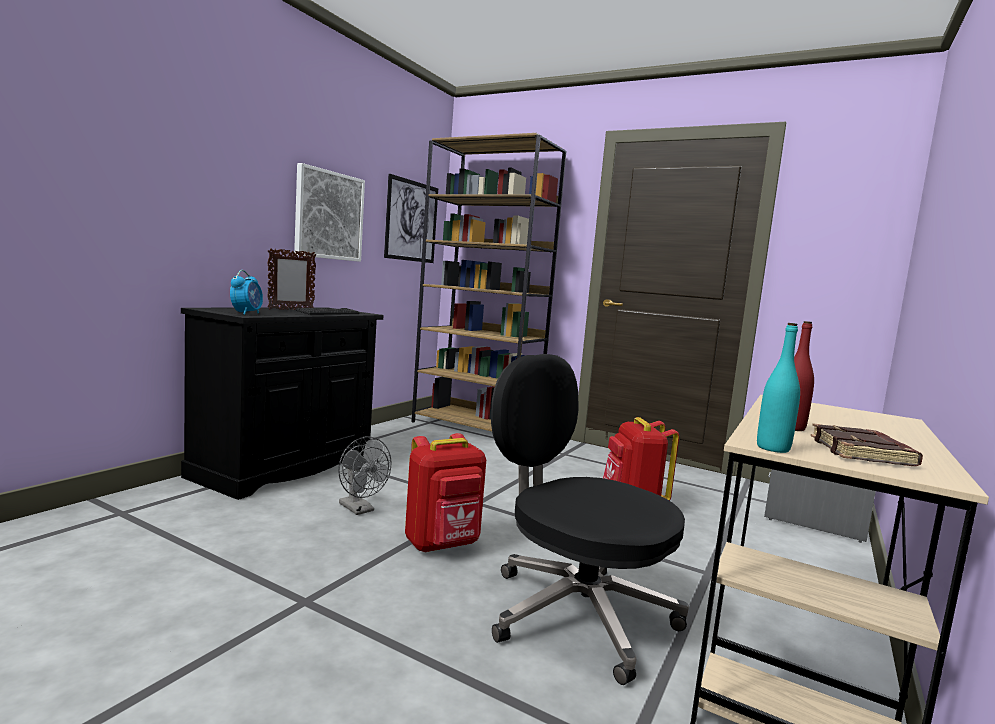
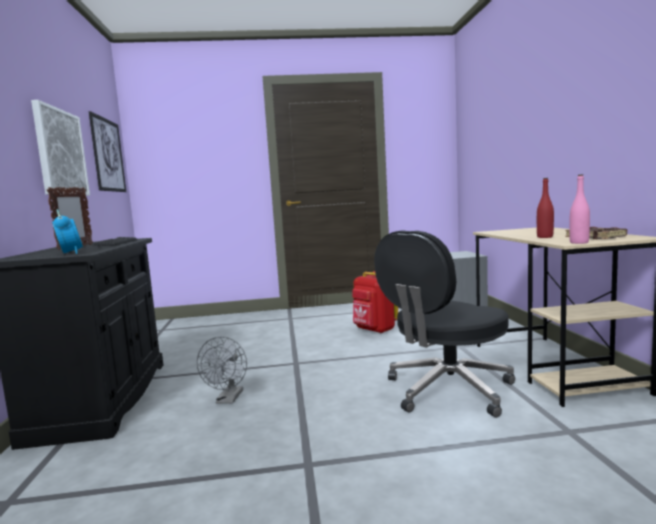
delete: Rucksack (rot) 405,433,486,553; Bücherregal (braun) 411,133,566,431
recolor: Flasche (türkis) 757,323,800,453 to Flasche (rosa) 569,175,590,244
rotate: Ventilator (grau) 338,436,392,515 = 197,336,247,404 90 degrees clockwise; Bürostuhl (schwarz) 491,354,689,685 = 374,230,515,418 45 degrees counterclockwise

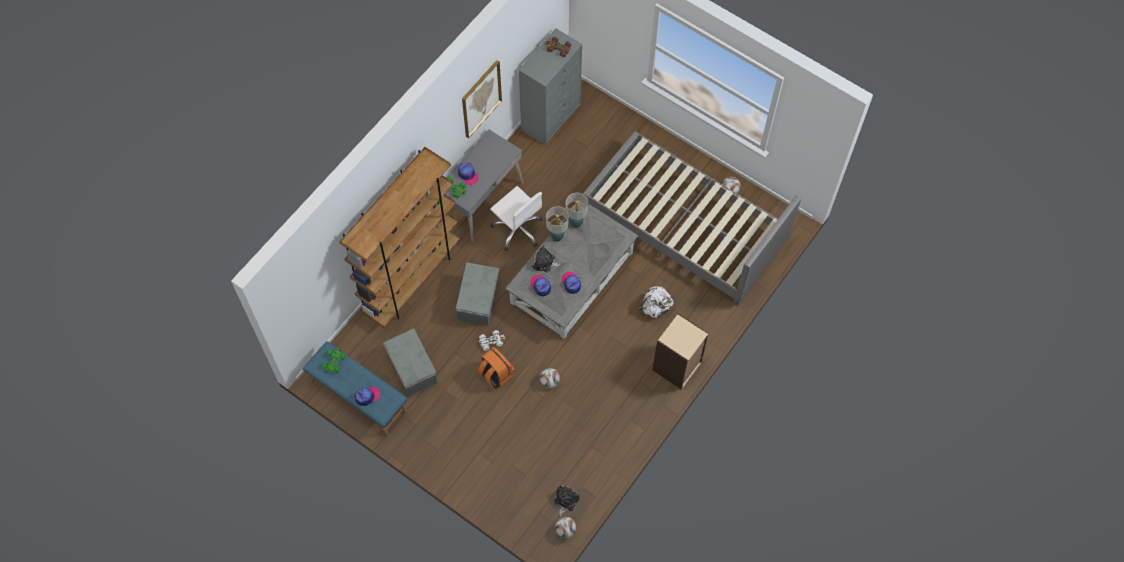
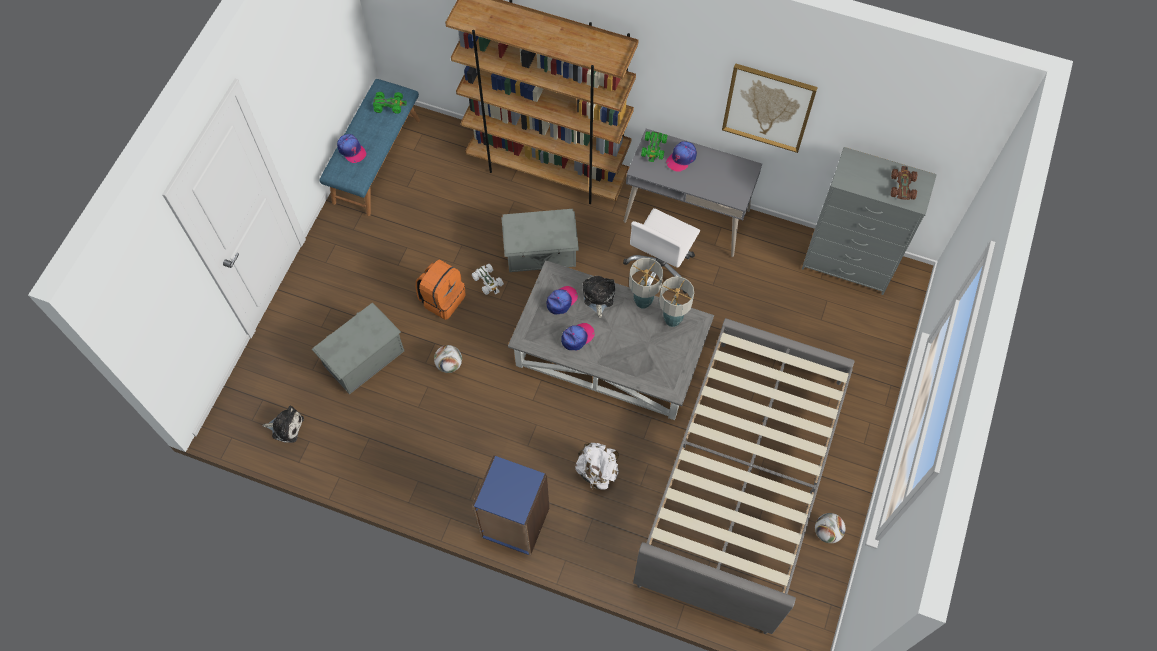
delete: Fußball 555,517,576,538
move: Aufbewahrungsbox (grau) 383,328,437,397 to 312,303,404,395
recolor: Bücherregal (beige) 652,313,709,390 to Bücherregal (blau) 472,455,549,556

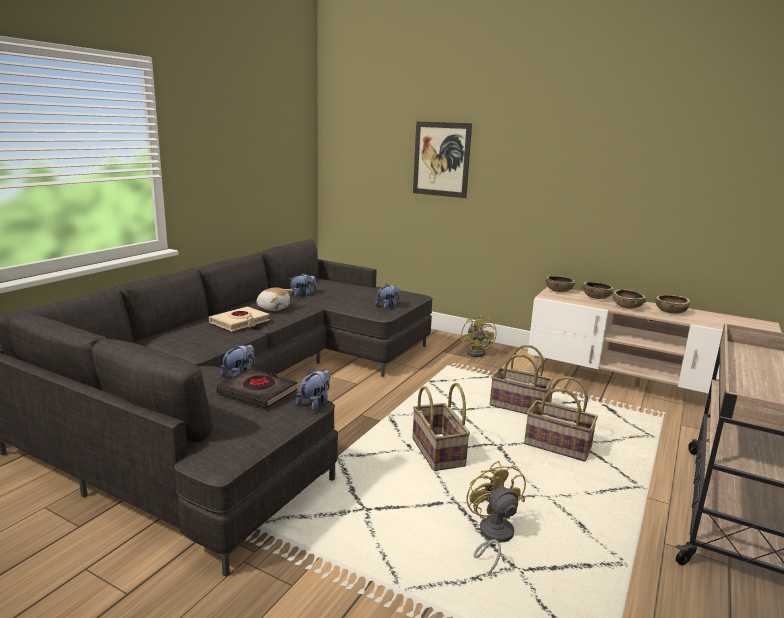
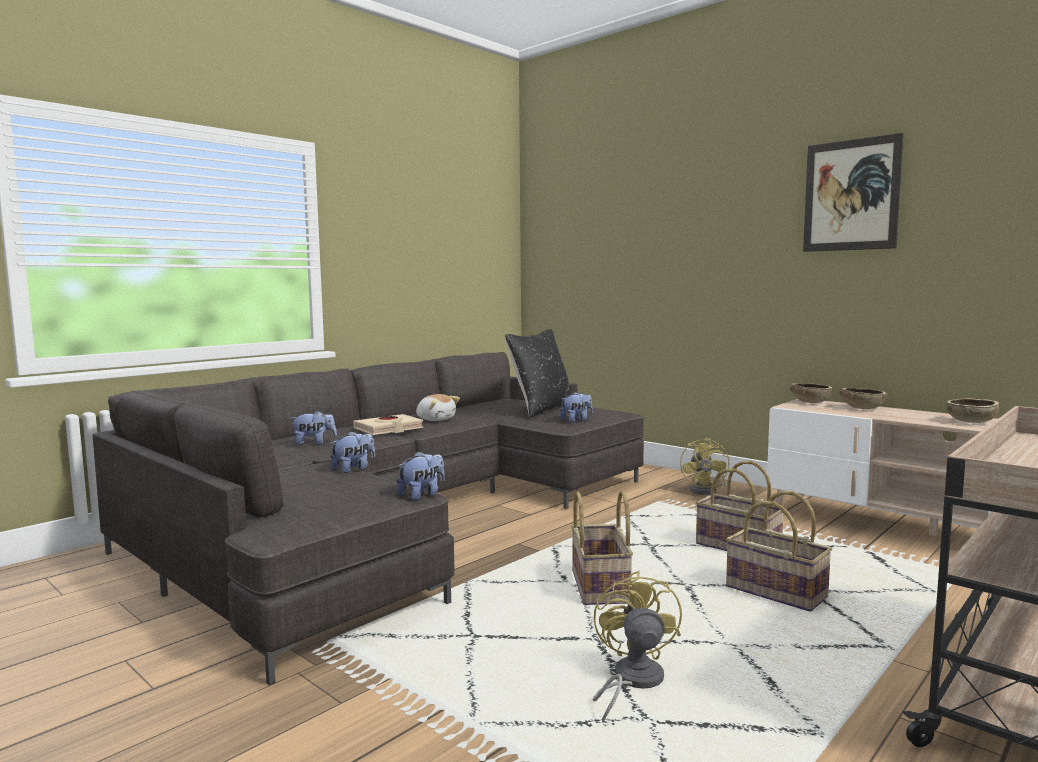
delete: Buch (schwarz) 216,369,298,409; Schüssel (braun) 612,289,647,309
insert: Kissen (schwarz) 505,329,572,417
move: Plüschtier 289,273,317,297 to 290,411,337,445; Bild 413,121,472,198 to 803,133,904,252

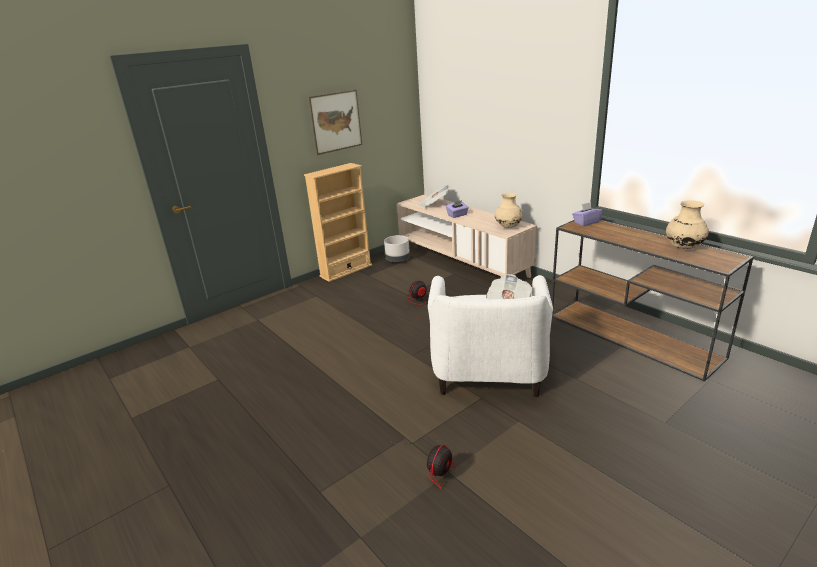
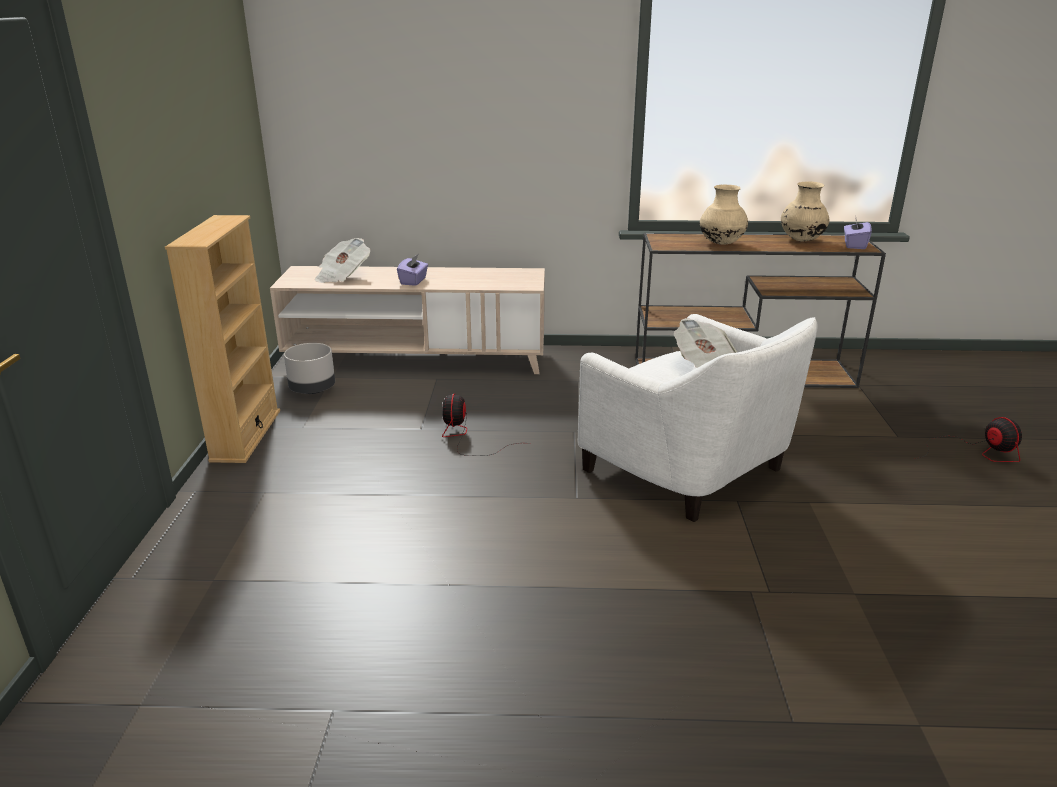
delete: Bild 308,89,362,155
move: Ventilator 392,438,456,489 to 915,417,1022,462; Vase (beige) 495,193,523,228 to 700,185,748,245; Taschentuchbox (lila) 572,202,603,226 to 844,220,872,249

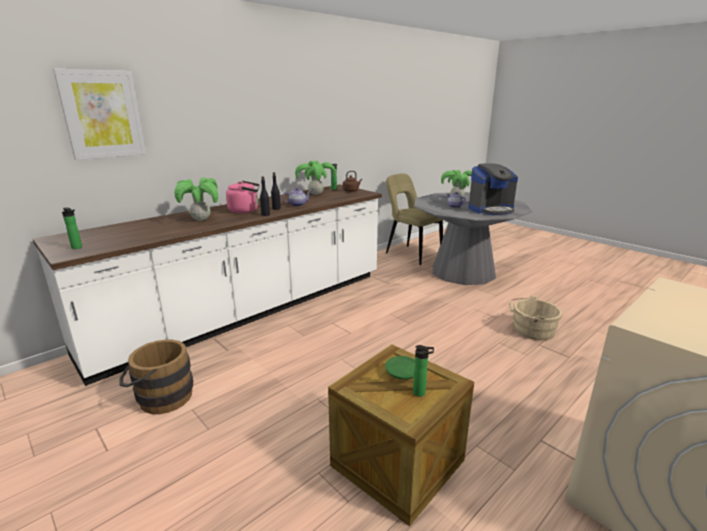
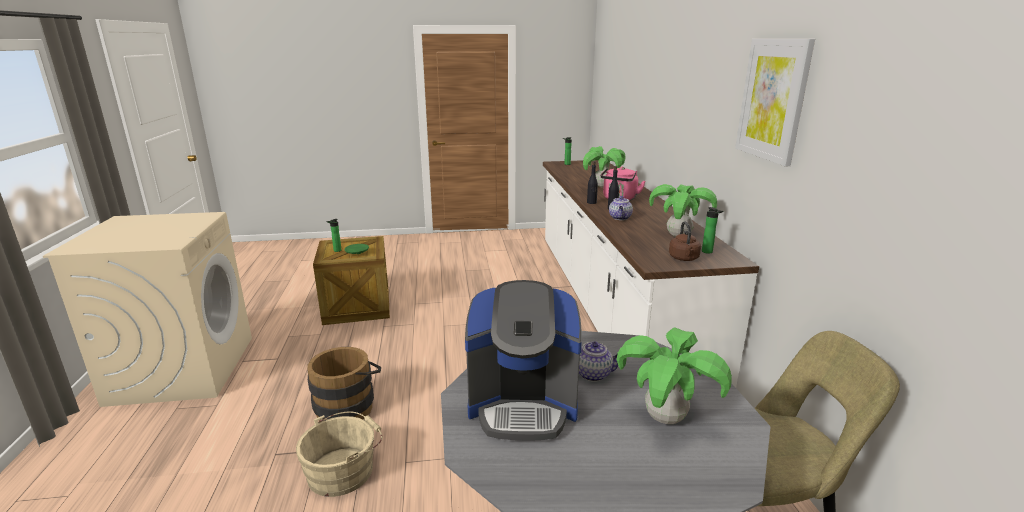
move: Bild 53,68,146,160 to 735,39,815,166; Eimer (braun) 119,340,193,414 to 307,347,381,420
rotate: Kaffeemaschine 468,163,518,215 = 465,280,582,440 105 degrees counterclockwise

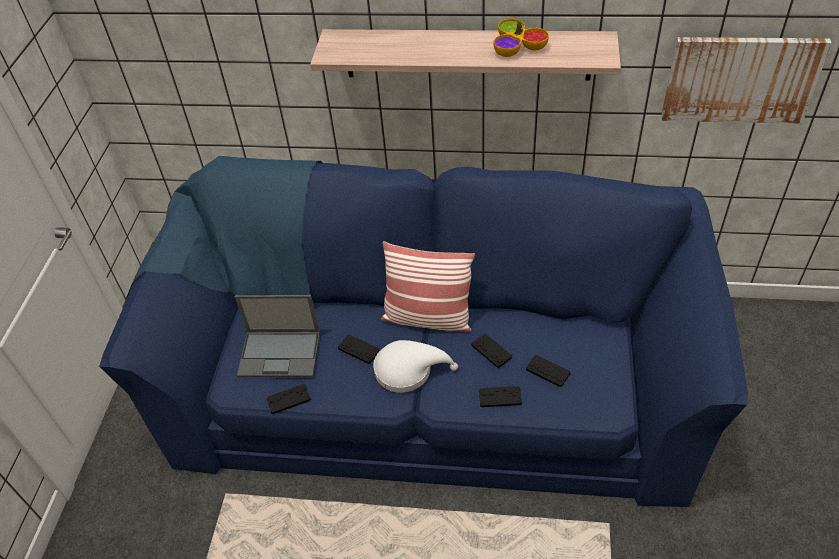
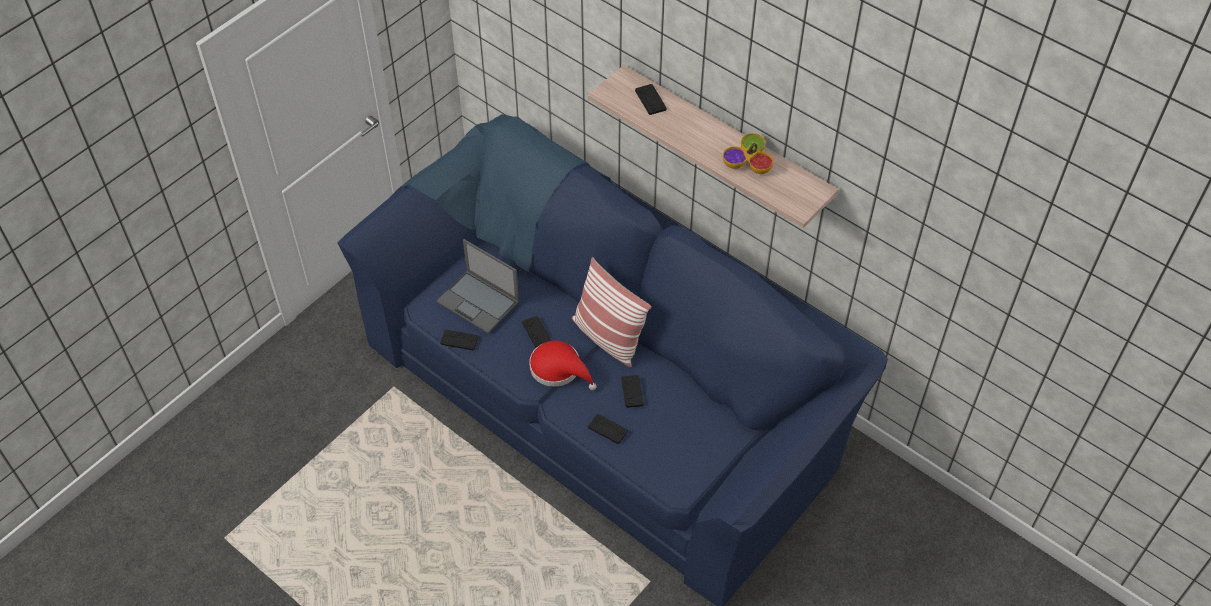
delete: Bild 661,37,831,124
move: Gamepad (schwarz) 526,355,570,387 to 635,84,667,115
recolor: Hut (weiß) 373,340,458,393 to Hut (rot) 529,341,596,390

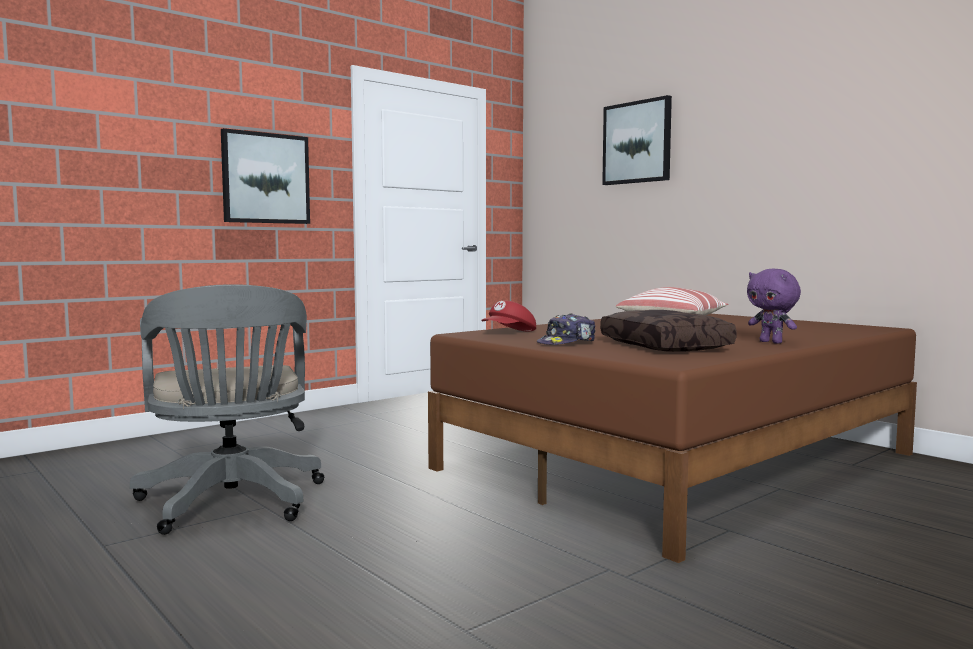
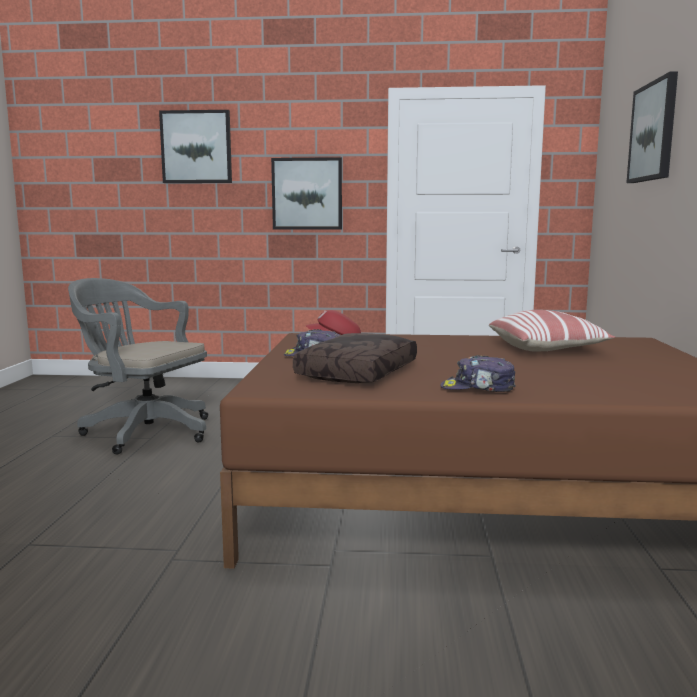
insert: Bild 159,110,232,183
replace: Plüschtier (lila) 747,269,801,344 to Kappe 440,355,516,392
rotate: Bürostuhl (grau) 130,284,324,535 = 68,278,208,455 90 degrees clockwise

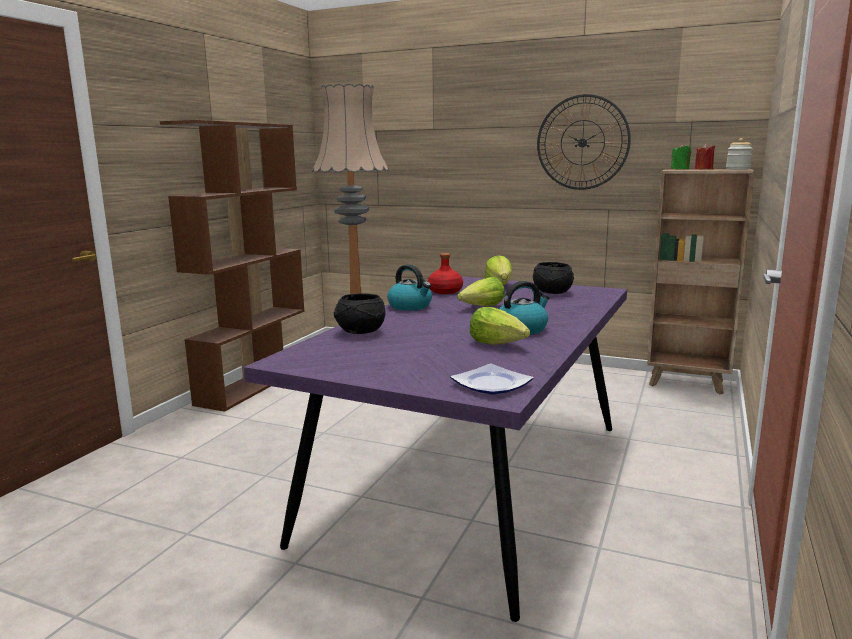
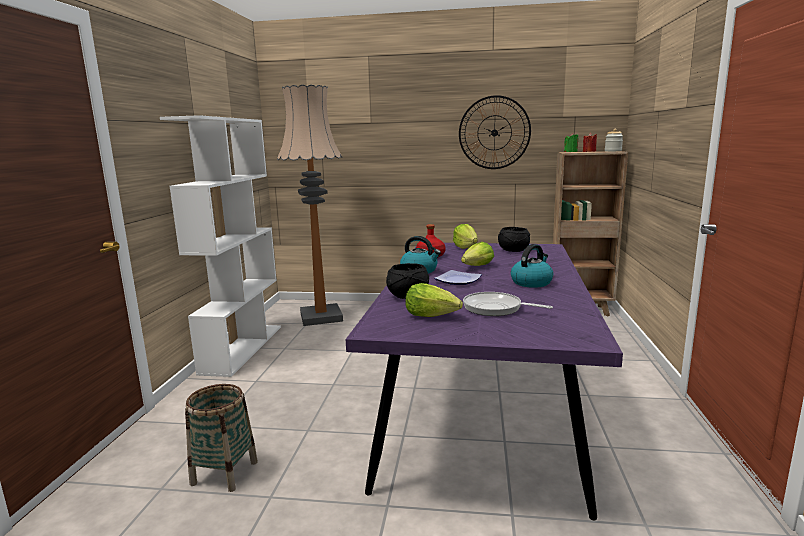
insert: Korb 185,384,258,492; Pfanne 463,292,553,316
move: Teller 450,364,534,394 to 434,270,482,285; Salatkopf 470,307,530,345 to 406,283,463,317
recolor: Bücherregal (braun) 160,120,304,412 to Bücherregal (weiß) 160,115,281,377

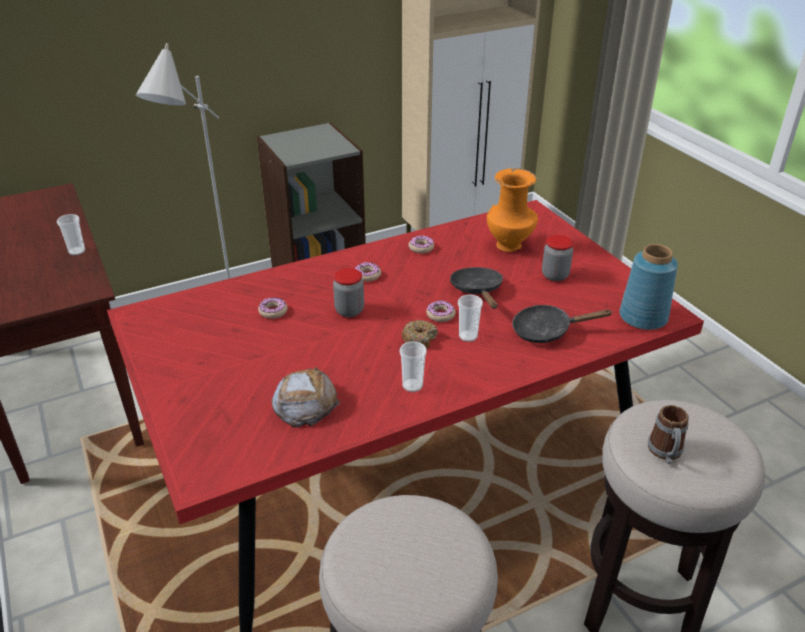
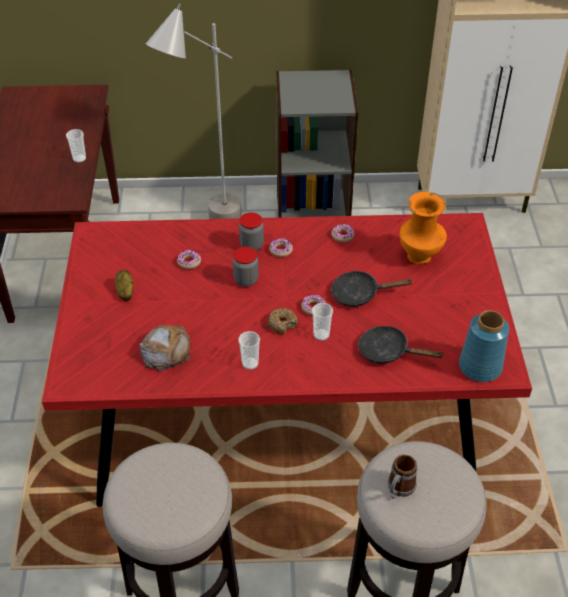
insert: Kartoffel 115,270,133,301
move: Vorratsglas 542,235,573,281 to 239,213,264,251
rotate: Pfanne (schwarz) 450,267,503,309 = 331,271,413,307 105 degrees counterclockwise

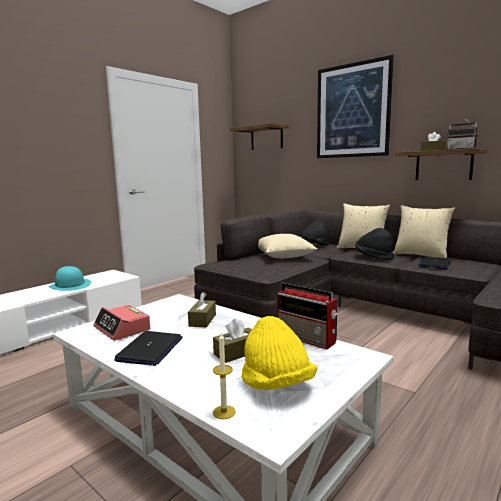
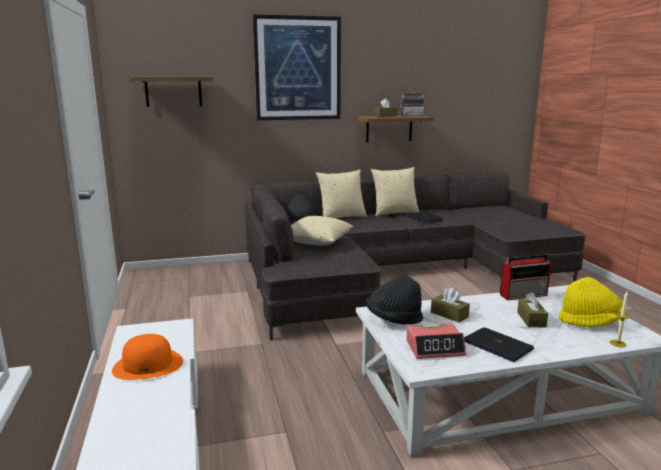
move: Hut (schwarz) 355,228,394,260 to 366,275,423,324
recolor: Hut (türkis) 48,266,91,291 to Hut (orange) 112,334,183,380

